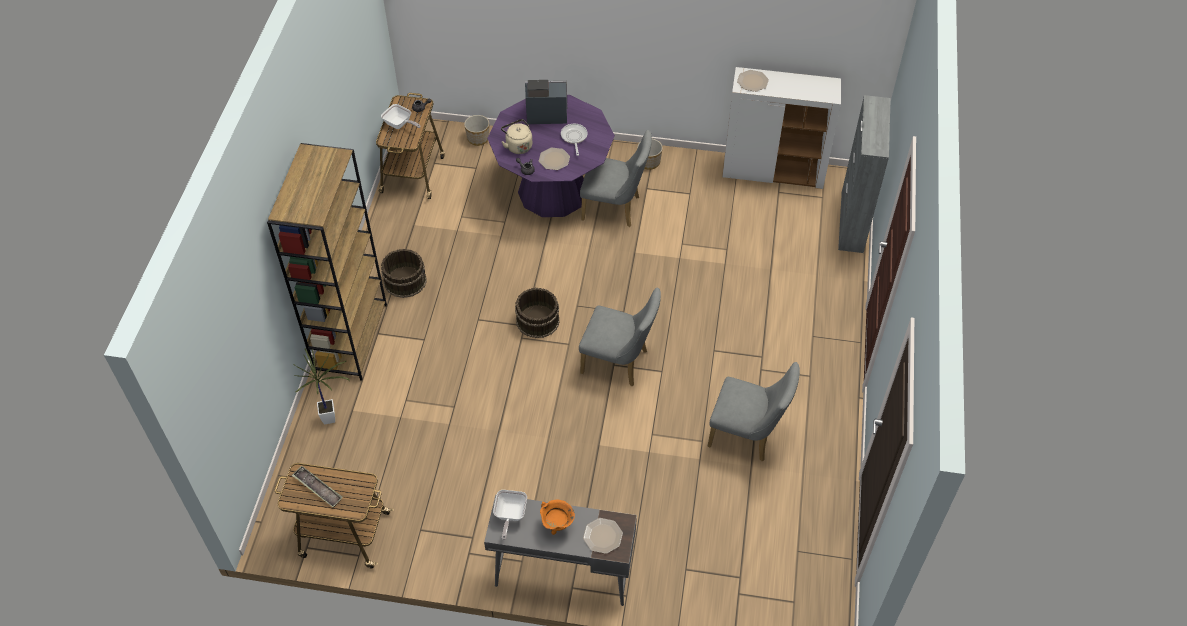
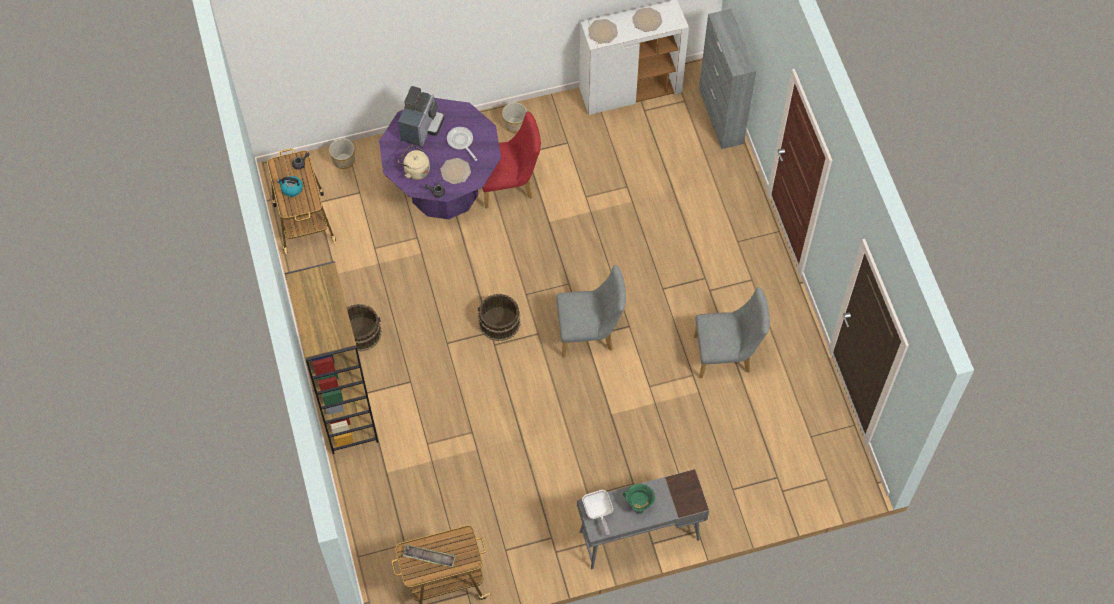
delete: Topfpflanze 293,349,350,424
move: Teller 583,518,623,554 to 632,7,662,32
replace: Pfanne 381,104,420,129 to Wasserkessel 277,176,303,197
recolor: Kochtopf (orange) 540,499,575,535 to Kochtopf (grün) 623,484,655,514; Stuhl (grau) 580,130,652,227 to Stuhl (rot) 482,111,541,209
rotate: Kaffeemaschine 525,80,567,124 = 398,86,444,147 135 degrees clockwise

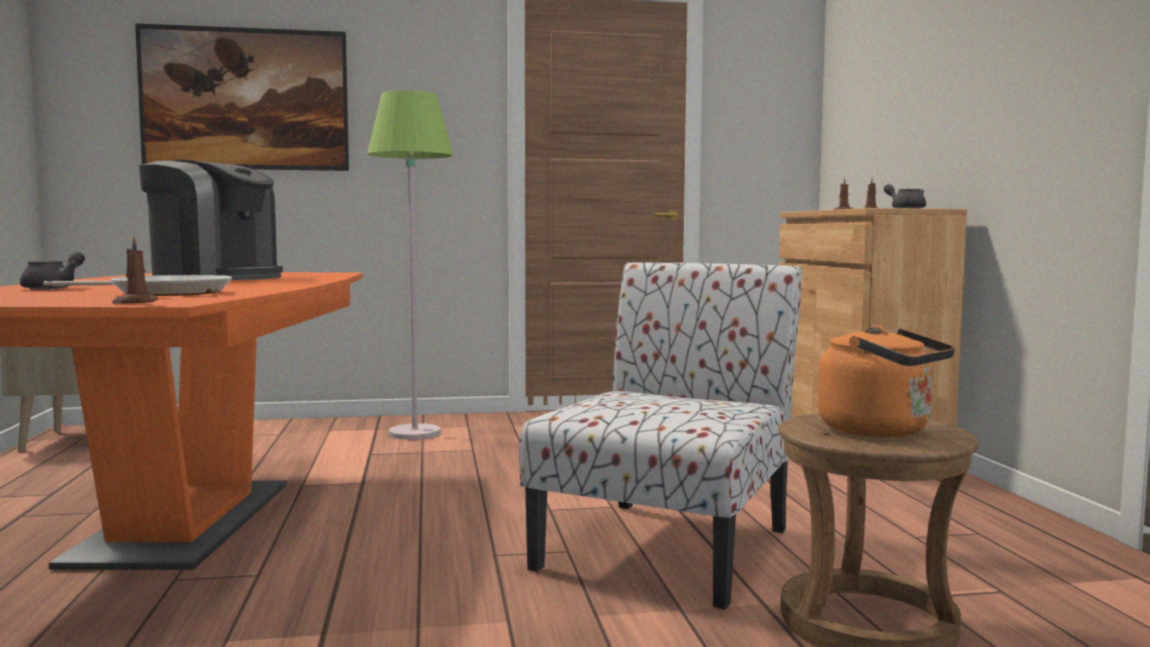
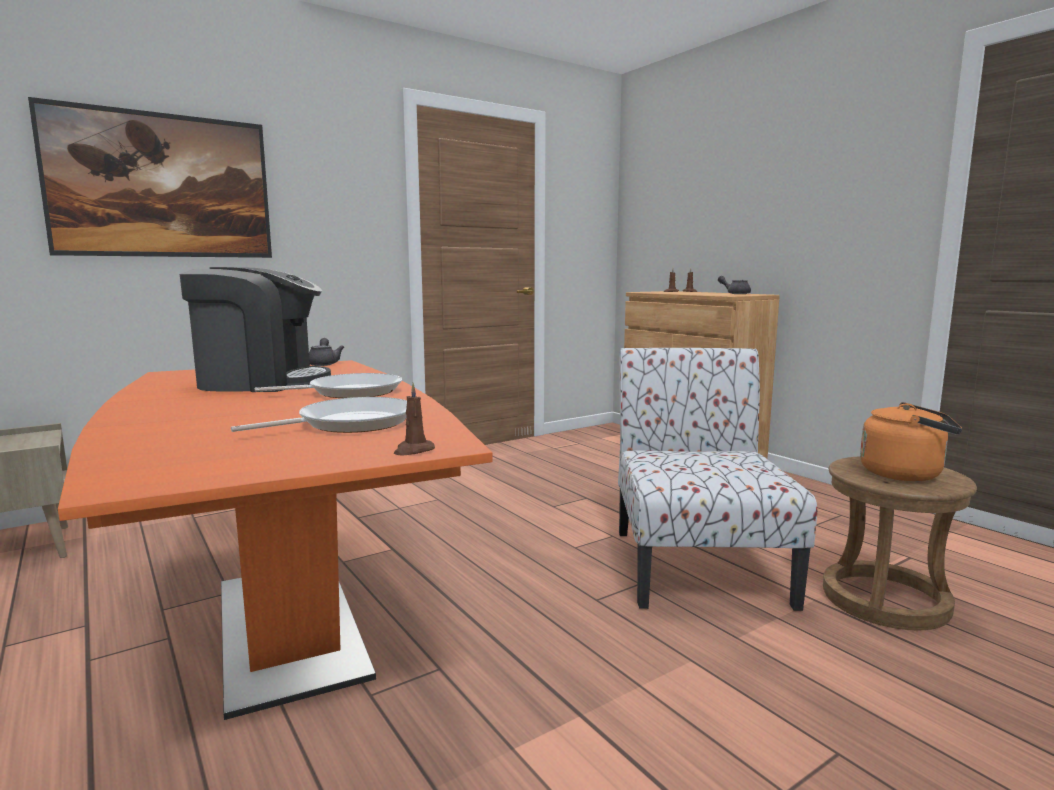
delete: Stehlampe (grün) 367,90,453,440
insert: Pfanne 255,373,402,398
move: Teekanne (grau) 20,251,85,290 to 309,338,344,366

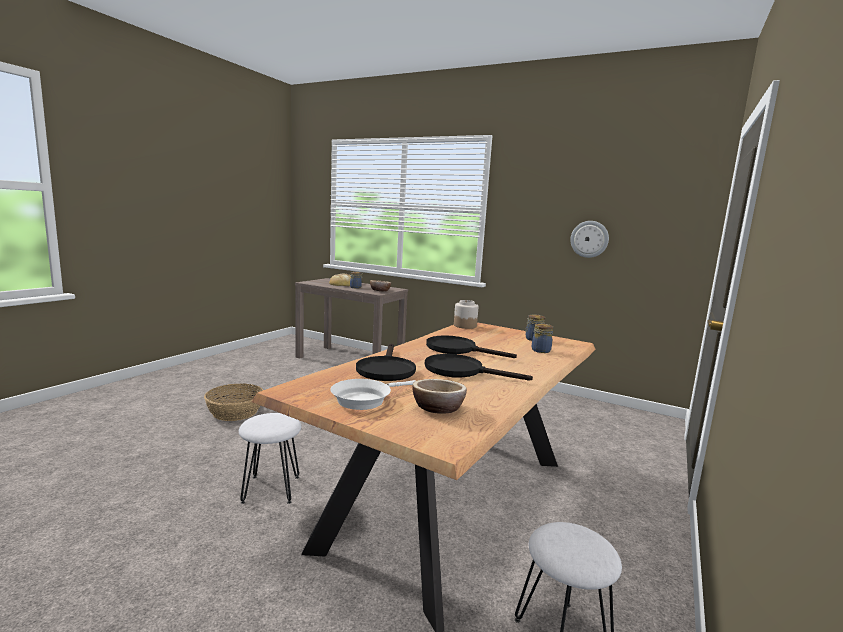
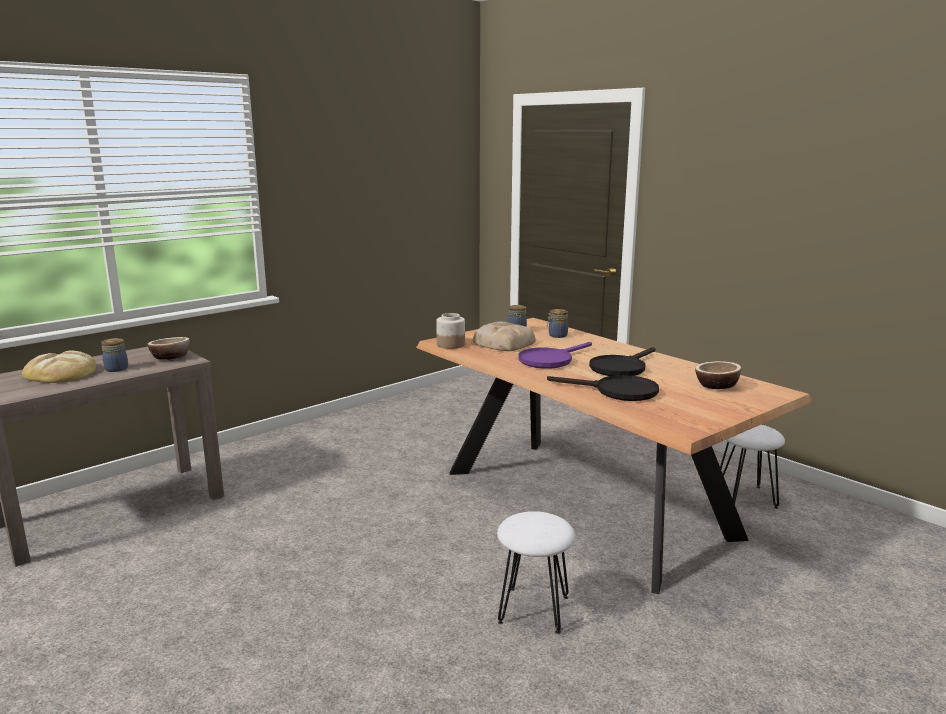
delete: Korb 204,384,263,421; Pfanne (weiß) 330,379,416,410; Wanduhr 570,221,609,258
insert: Brot 472,321,536,351
recolor: Pfanne (schwarz) 426,336,517,358 to Pfanne (lila) 518,342,592,369

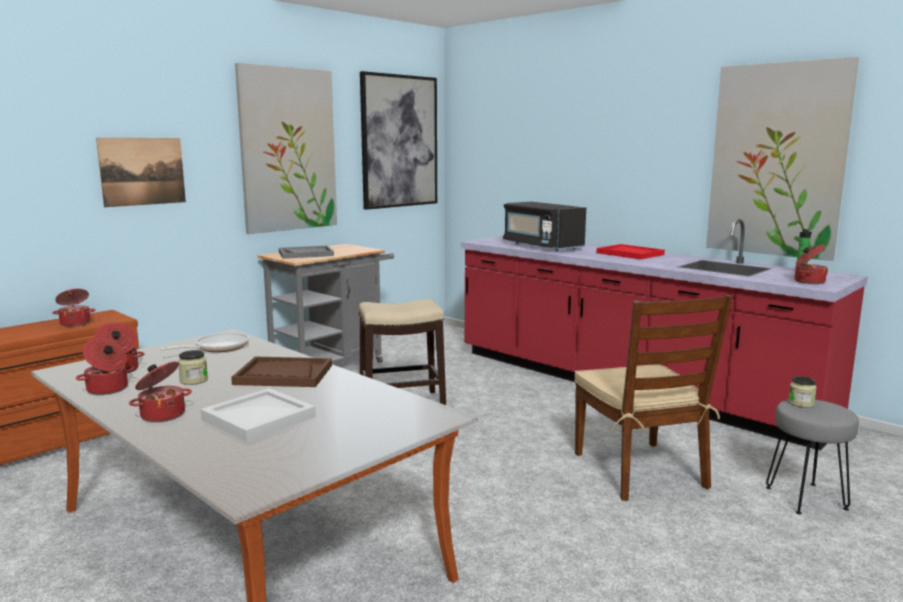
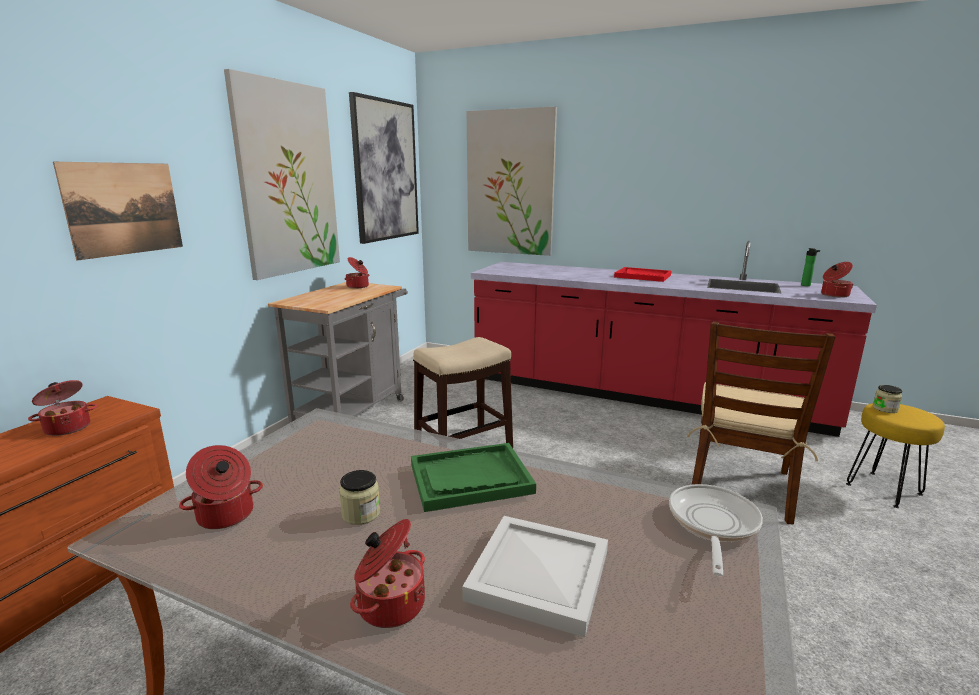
delete: Tablett (grau) 279,245,334,259; Mikrowelle (schwarz) 503,202,586,252
move: Kochtopf 76,338,135,395 to 345,257,369,289; Pfanne 160,332,249,352 to 669,484,763,576; Bild 706,57,859,261 to 467,107,557,256
recolor: Tablett (braun) 231,357,332,387 to Tablett (grün) 411,443,536,512; Hocker (grau) 766,400,859,514 to Hocker (gelb) 846,403,945,508
rotate: Stuhl (braun) 574,294,733,501 = 687,321,836,524 60 degrees clockwise

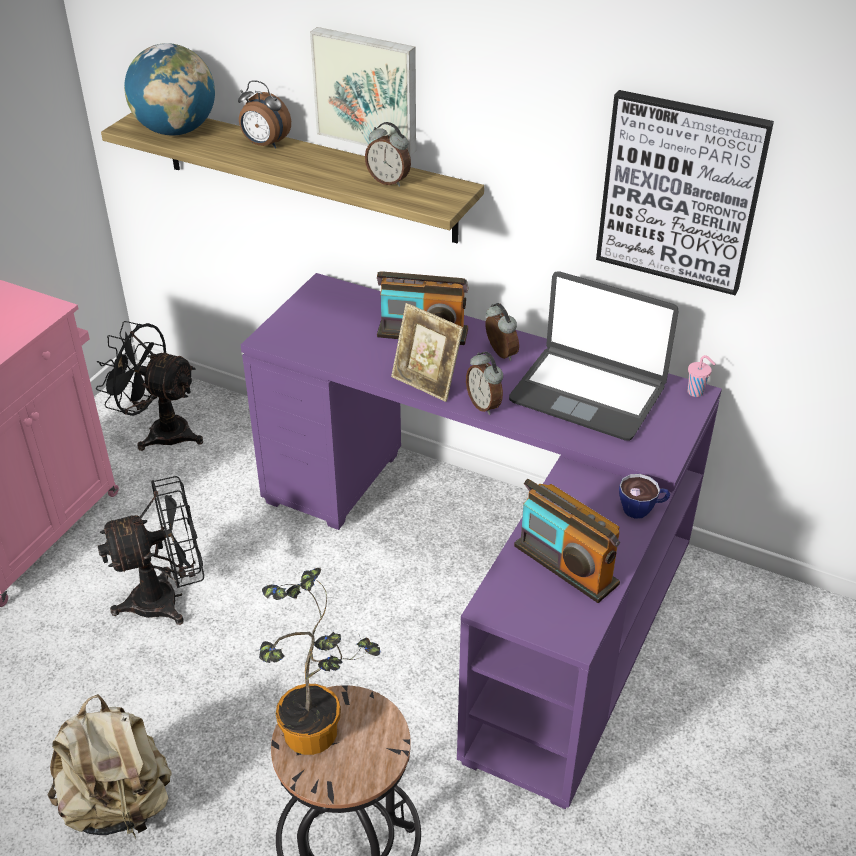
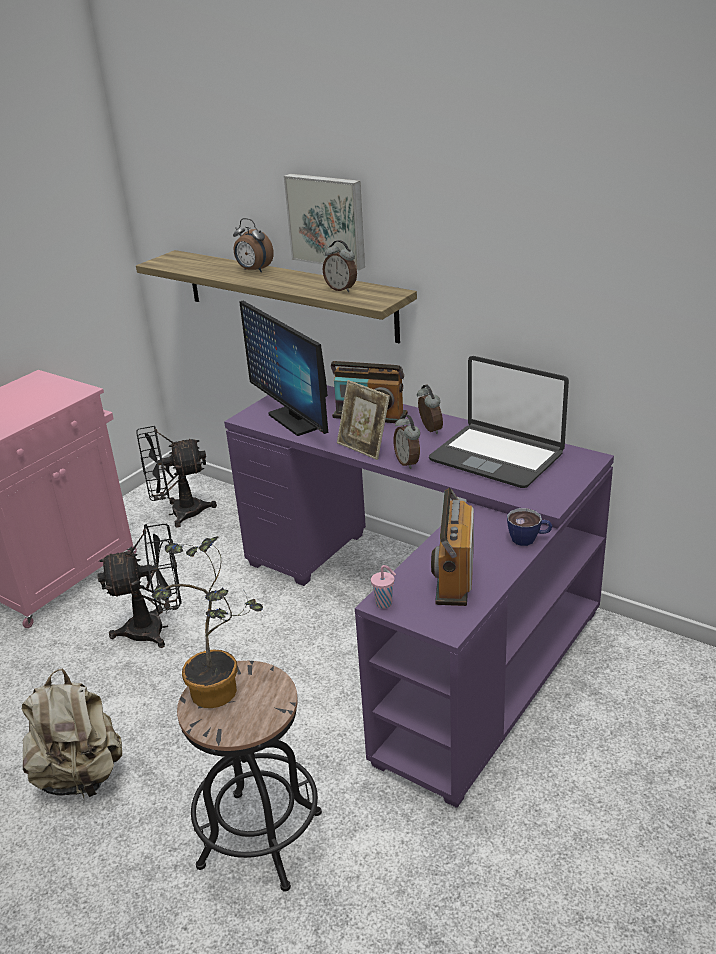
delete: Globus 124,43,215,136; Bild 596,90,774,295
insert: Monitor 239,301,328,436
move: Tasse (rosa) 688,355,715,397 to 371,565,396,609
rotate: Ventilator (schwarz) 96,321,203,451 = 136,426,217,528 45 degrees counterclockwise; Radio 514,479,620,603 = 431,488,474,606 45 degrees clockwise

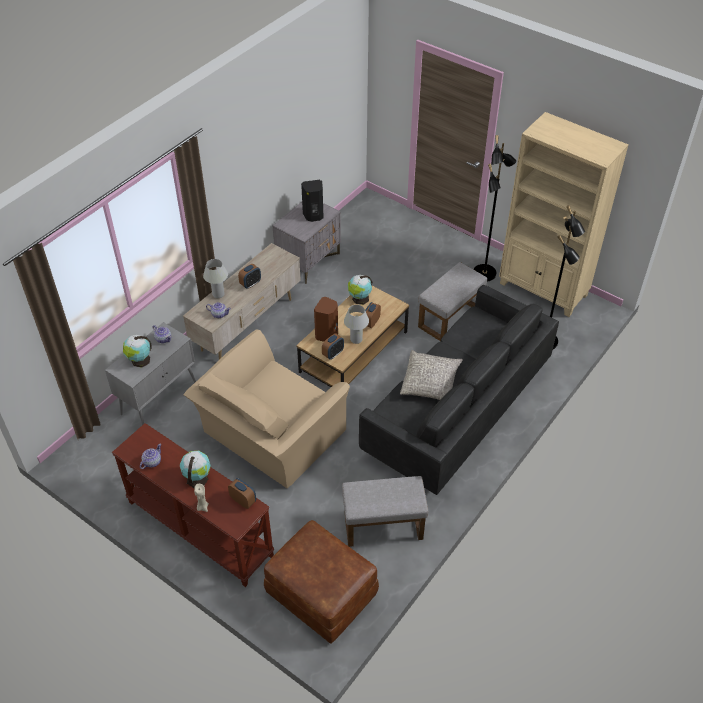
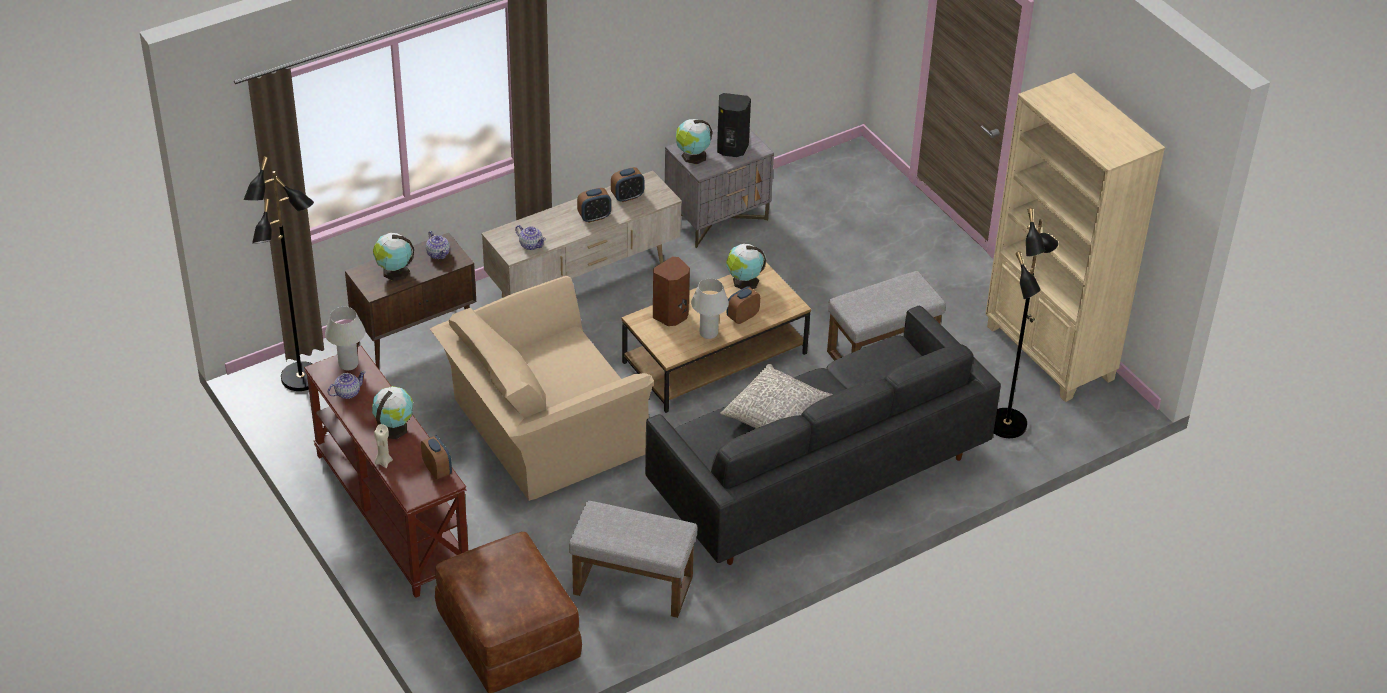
insert: Globus 676,119,713,164
move: Tischlampe (weiß) 203,259,228,298 to 325,307,365,370; Wecker 322,333,344,360 to 611,167,644,202; Stehlampe (schwarz) 473,135,517,282 to 244,157,314,391
recolor: Schrank (grau) 105,322,196,425 to Schrank (braun) 345,233,476,369

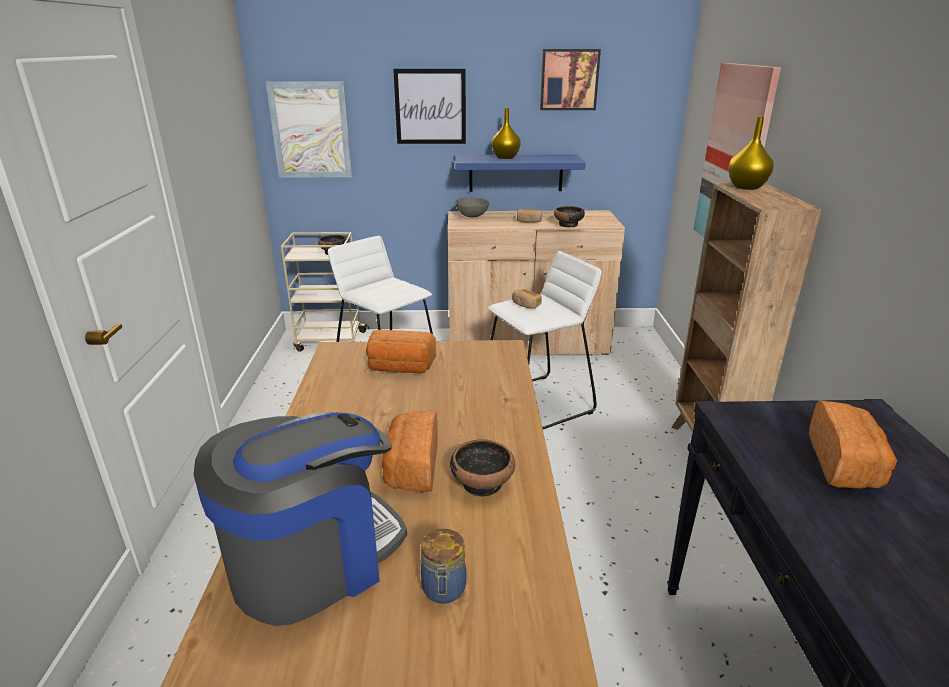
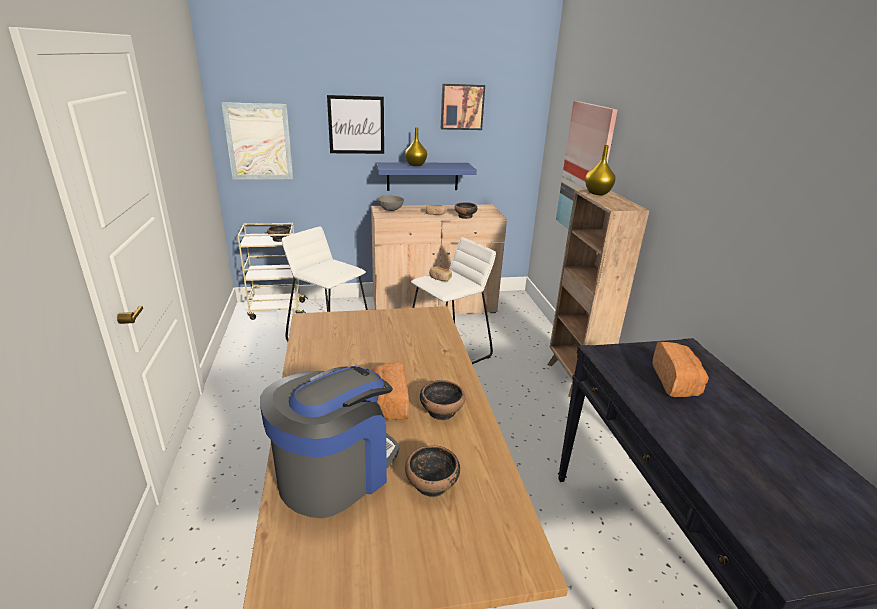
delete: Brot 366,330,436,373
replace: Vorratsglas 421,529,467,604 to Schüssel 405,445,460,497

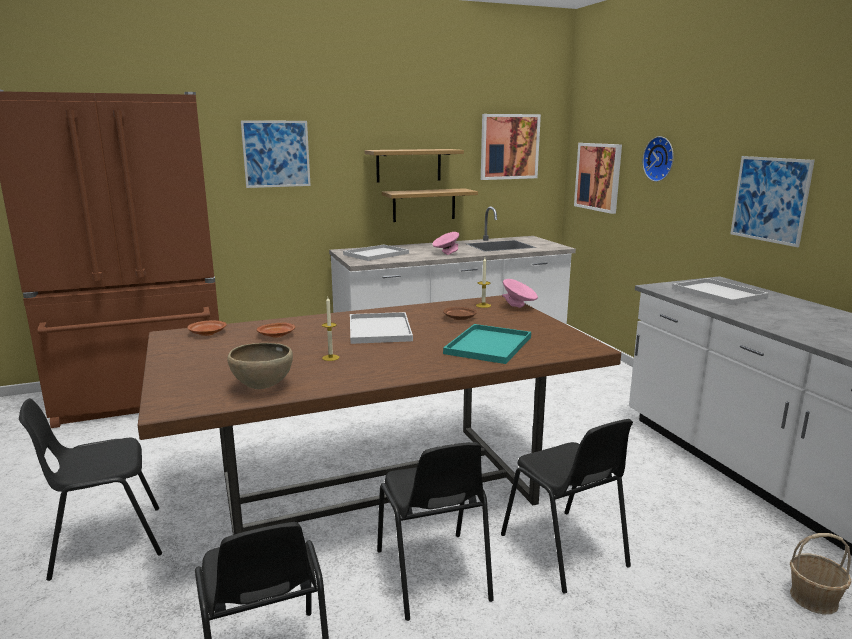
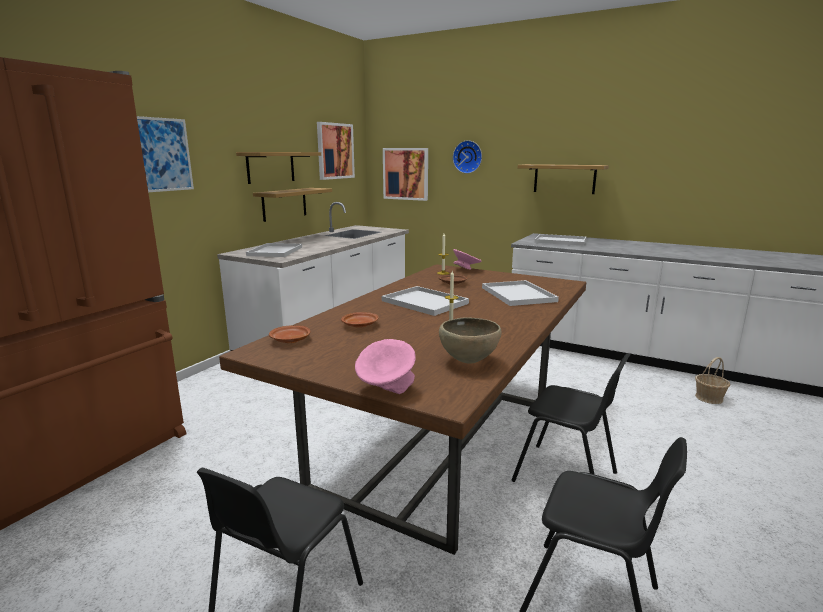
delete: Stuhl (schwarz) 501,419,633,594
move: Schüssel (rosa) 433,232,459,255 to 355,339,416,394
replace: Bild 730,156,815,247 to Wandregal 518,164,609,194
recolor: Tablett (türkis) 443,324,531,364 to Tablett (weiß) 482,280,559,306

